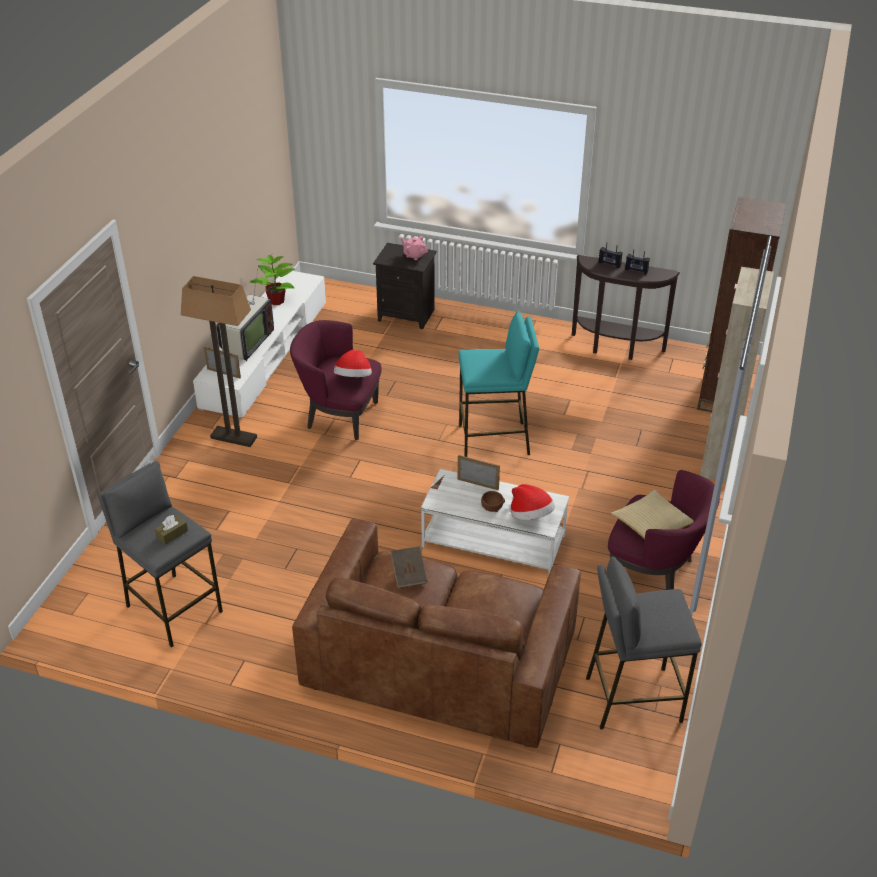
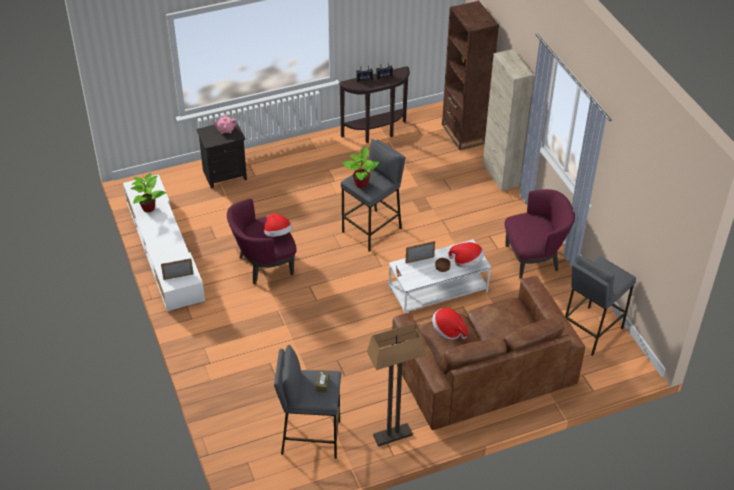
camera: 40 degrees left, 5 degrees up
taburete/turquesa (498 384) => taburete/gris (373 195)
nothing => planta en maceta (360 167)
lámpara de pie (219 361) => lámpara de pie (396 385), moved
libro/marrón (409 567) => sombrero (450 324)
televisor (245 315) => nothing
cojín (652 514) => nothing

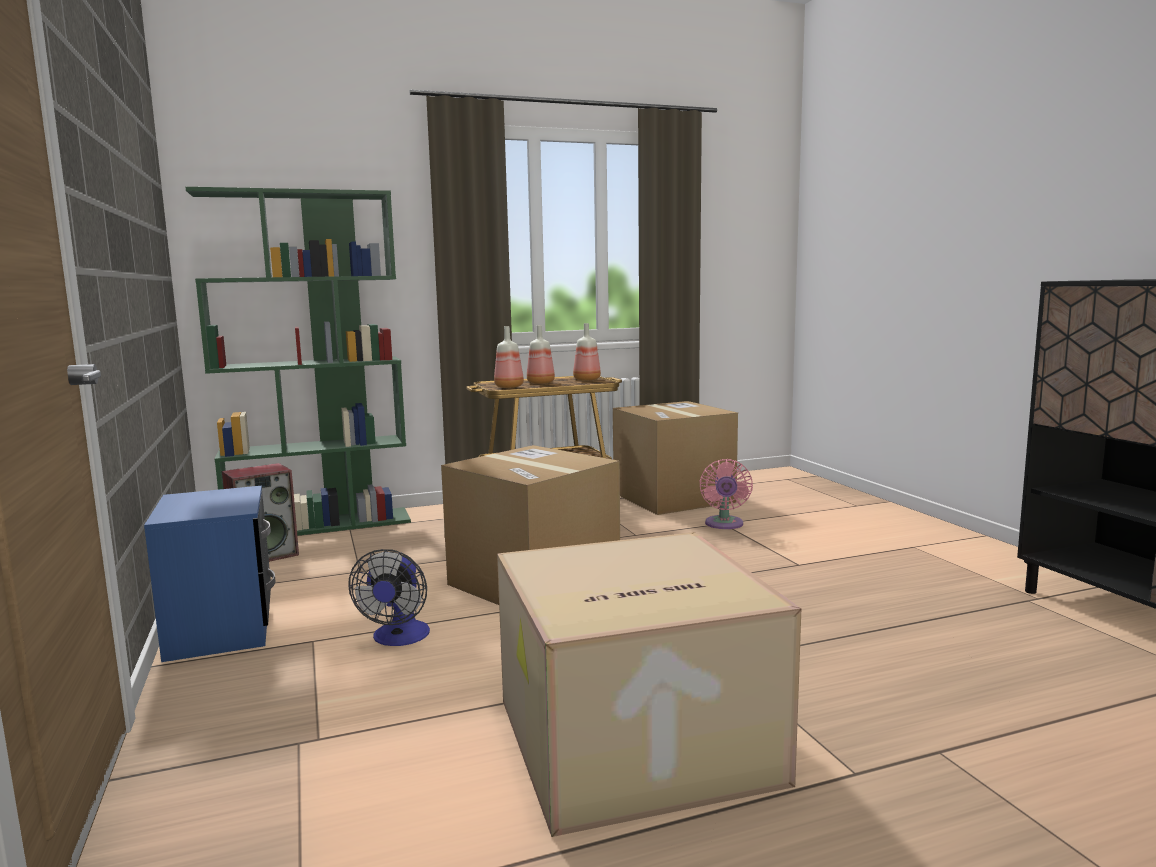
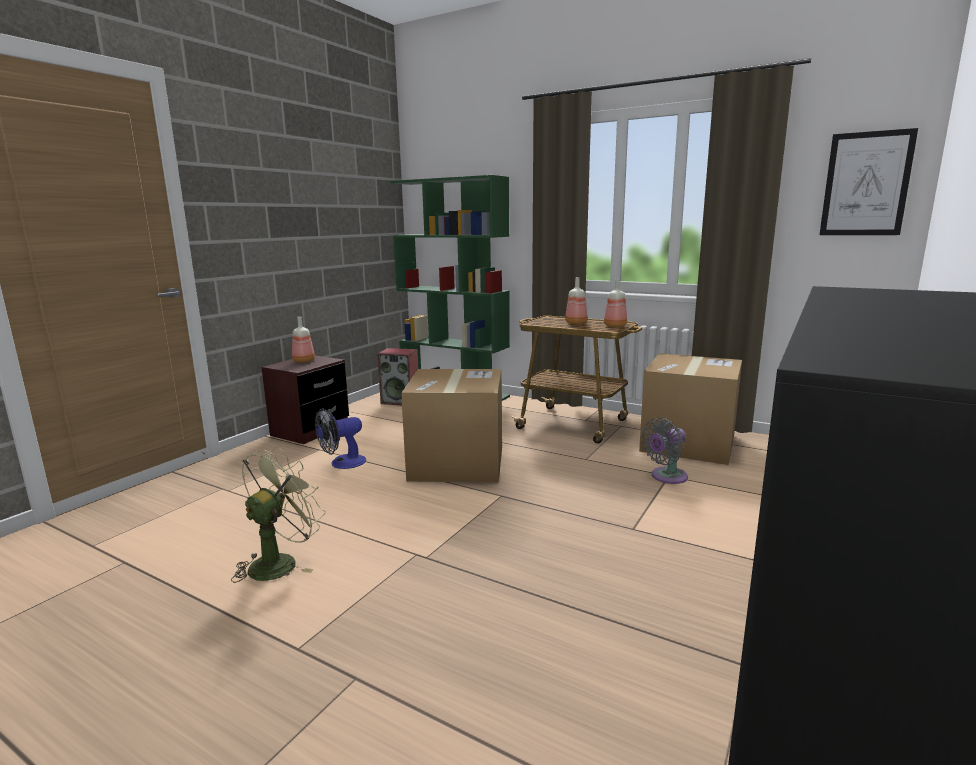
camera: 50 degrees right, 5 degrees up
caja de cartón (649 684) => ventilador/verde (278 515)
mesita de noche/azul (210 574) => mesita de noche/marrón (305 399)
botella (509 357) => botella (303 339), moved
ventilador/rosa (726 494) => ventilador/gris (664 451)
nothing => cuadro (869 181)

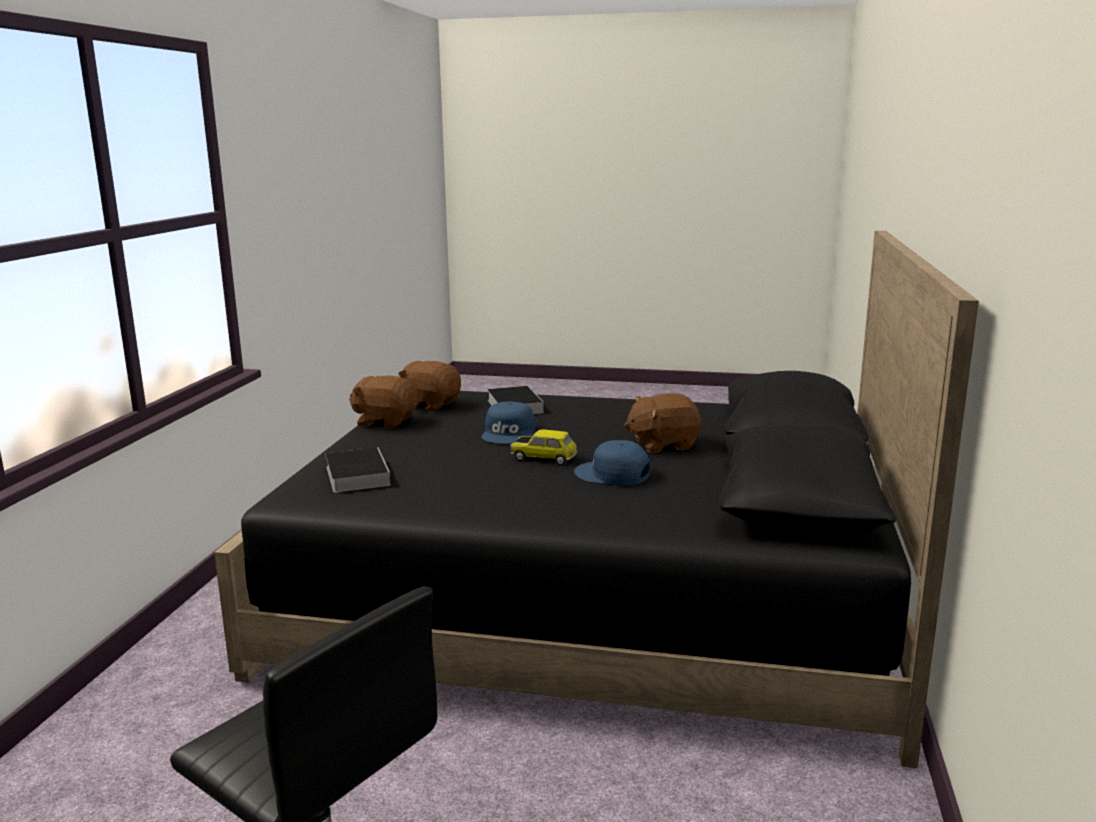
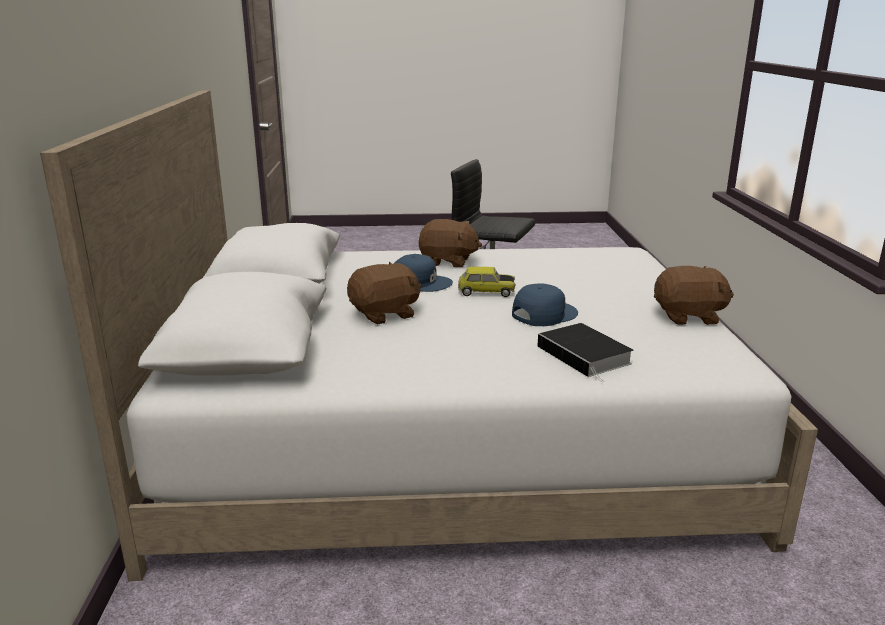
camera: 165 degrees right, 5 degrees up
cama/negro (596 499) => cama/blanco (429 336)
peluche/marrón (430 386) => peluche/marrón (450 243), moved
gorra/azul (509 423) => gorra/azul (545 304), 60 degrees clockwise
libro (358 470) => nothing

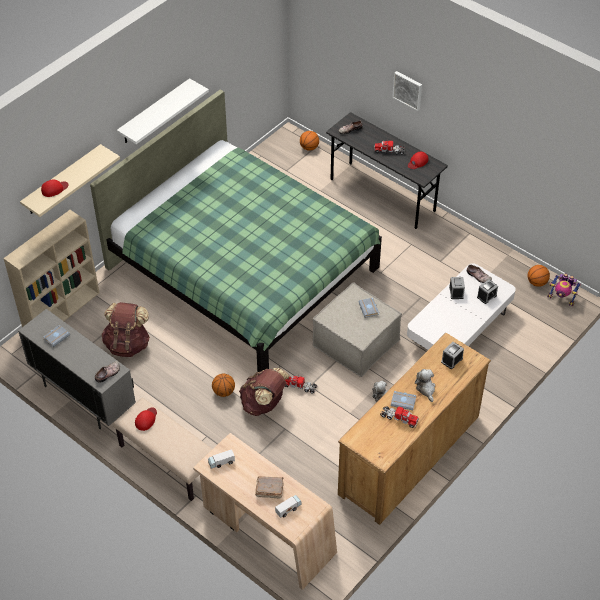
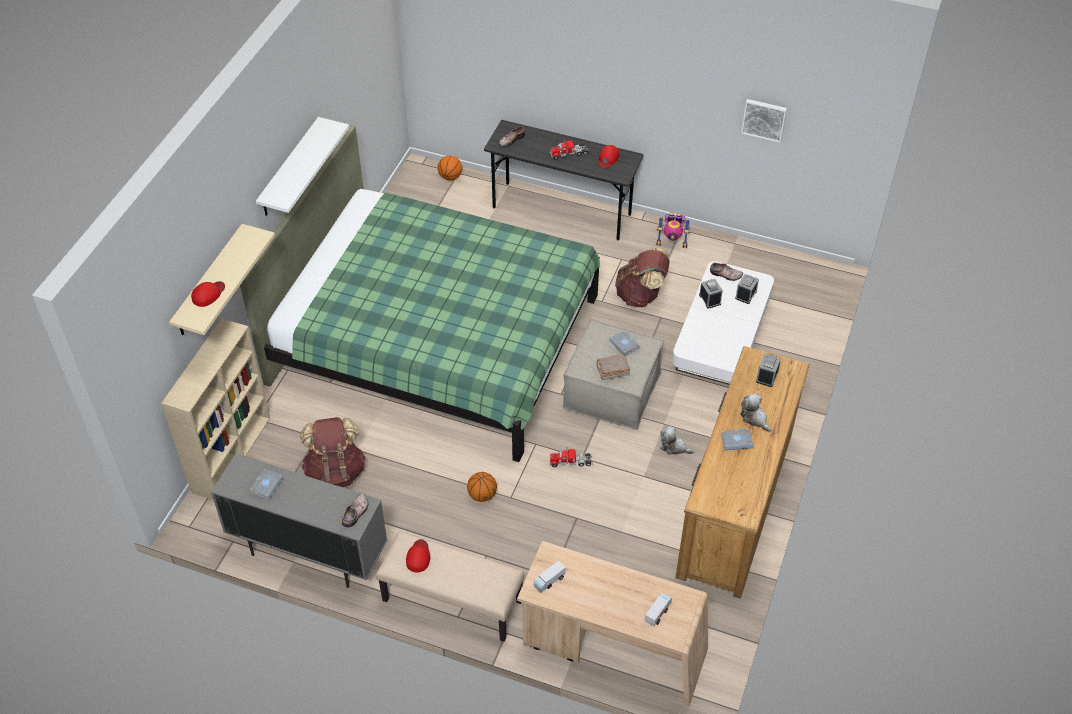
camera: 20 degrees left, 0 degrees up
libro/marrón (269 487) => libro/marrón (613 366), moved
mochila/marrón (264 392) => mochila/marrón (642 277), moved
robot de juguete (564 289) => robot de juguete (673 230), moved
cuadro (407 91) => cuadro (764 121), moved
camión de juguete (399 417) => nothing
balón de baloncesto (539 276) => nothing

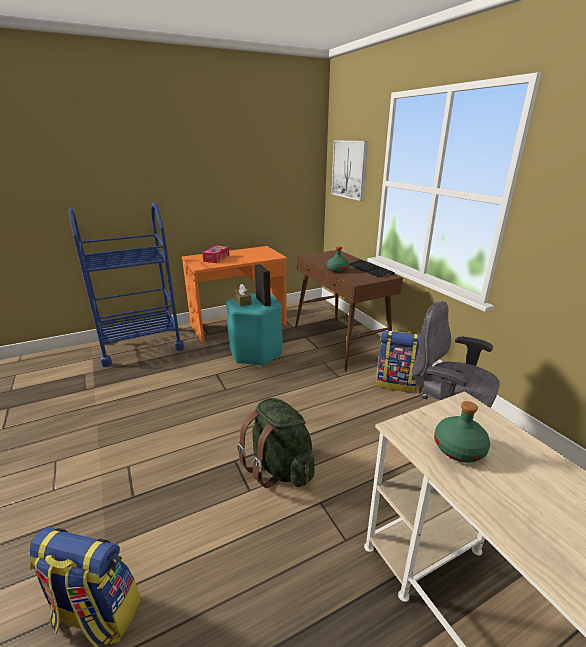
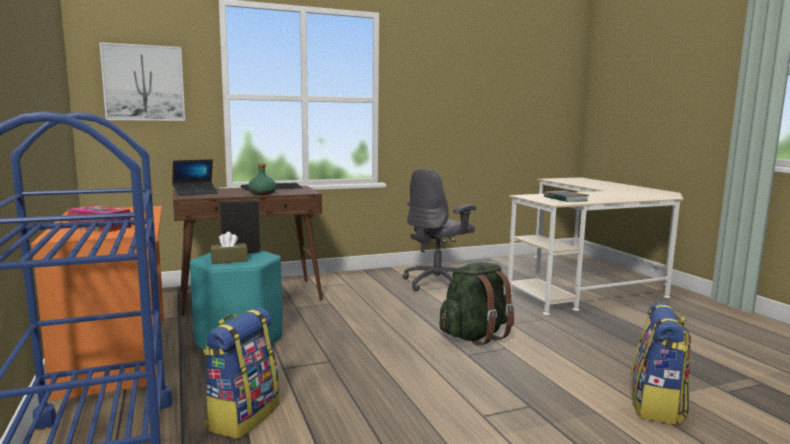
camera: 85 degrees left, 15 degrees down
nothing => portátil (195 177)
mochila (398 361) => mochila (241 373), moved
botella/verde (462 432) => libro (566 196)

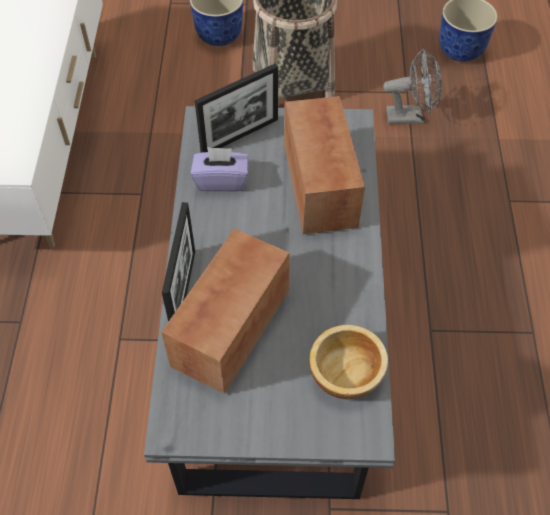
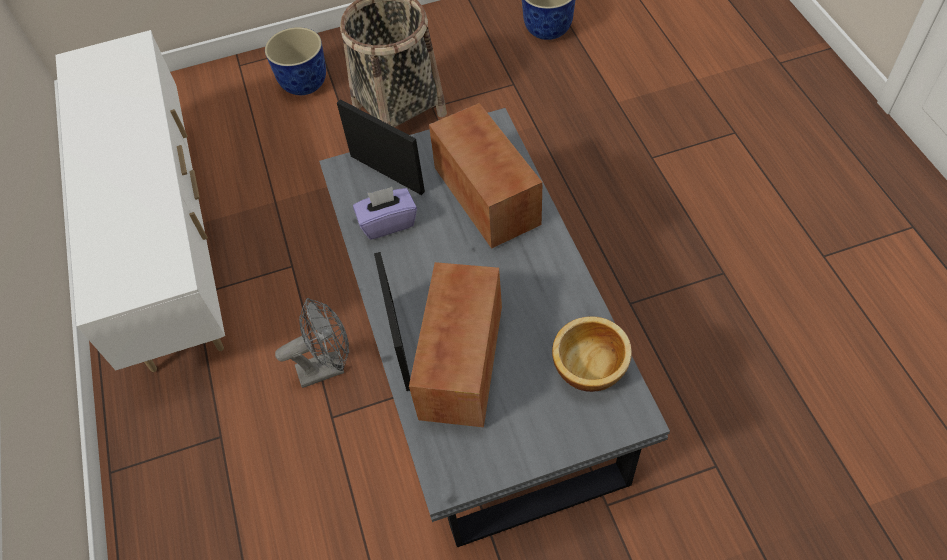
camera: 15 degrees left, 0 degrees up
ventilador/gris (412 86) => ventilador/gris (312 343), moved
portarretratos (236 108) => portarretratos (381 147), 90 degrees counterclockwise

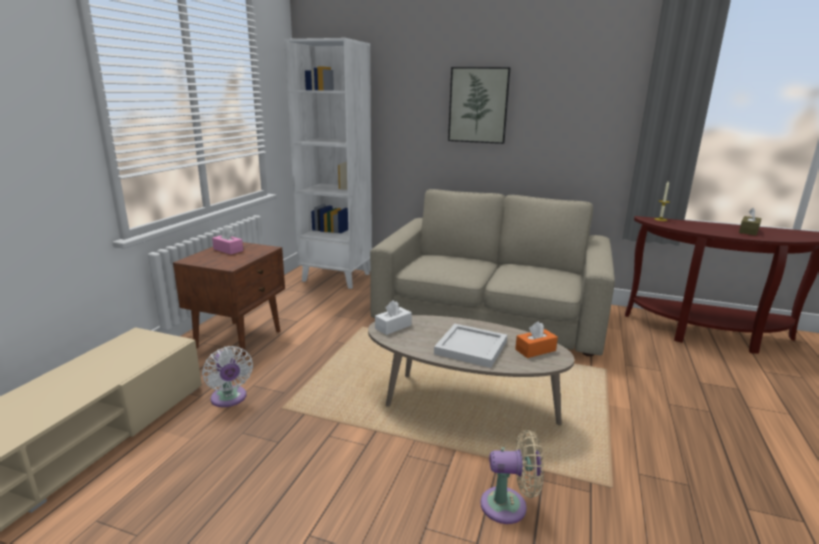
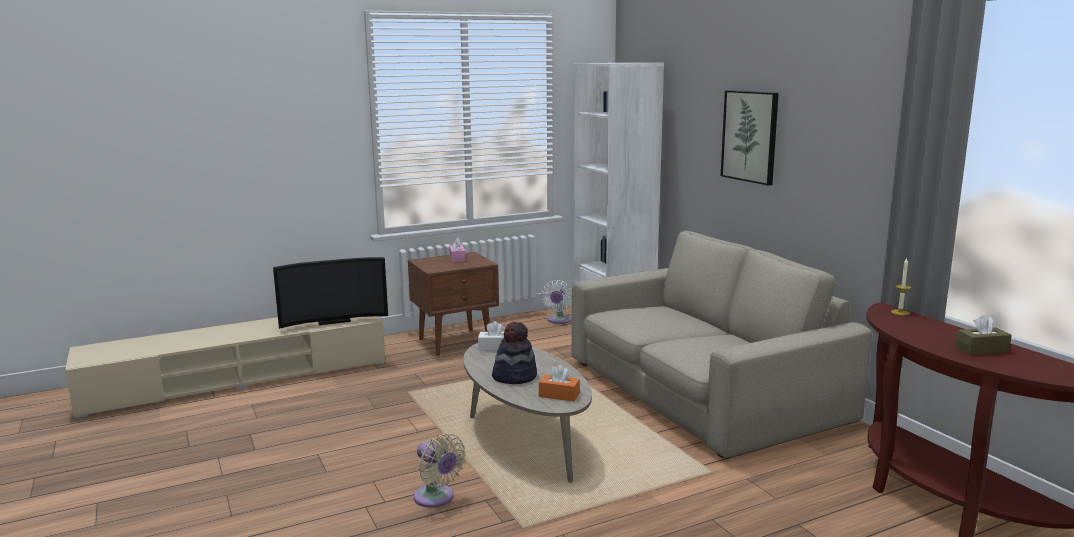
camera: 45 degrees right, 5 degrees down
nothing => televisor (330 293)
bandeja/blanco (470 346) => sombrero (514 353)
ventilador/blanco (227 376) => ventilador/blanco (556 302), moved

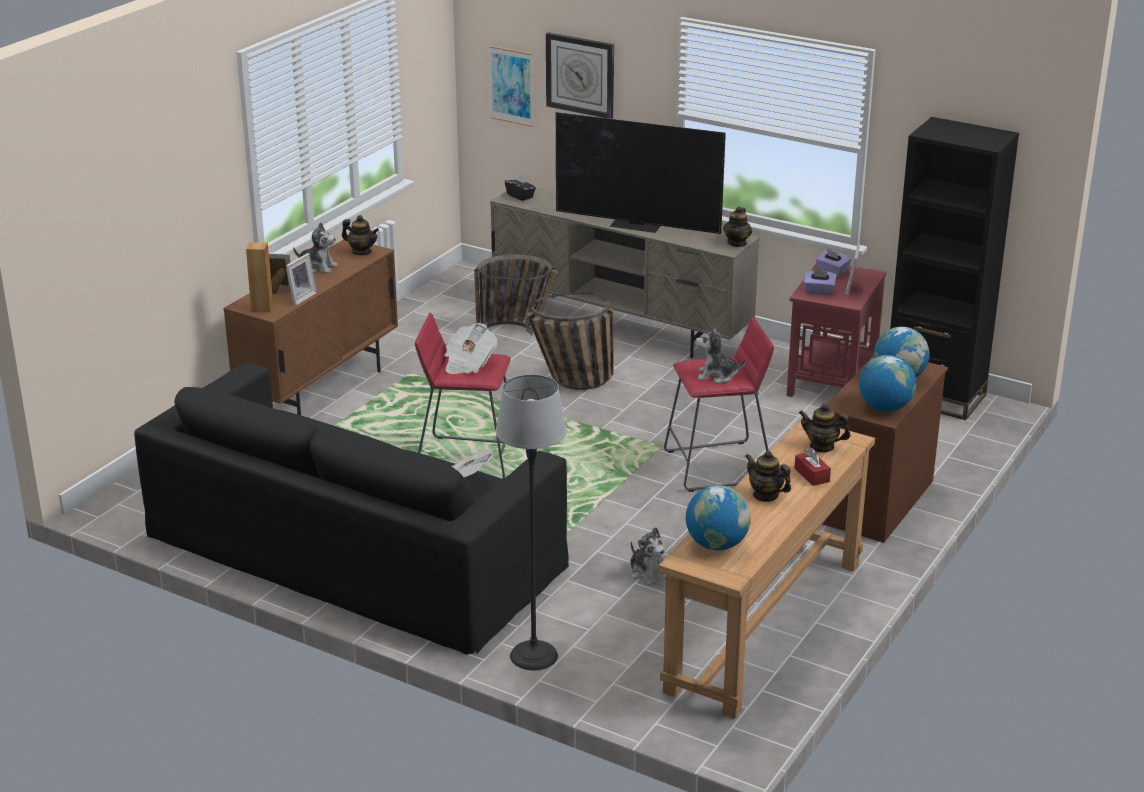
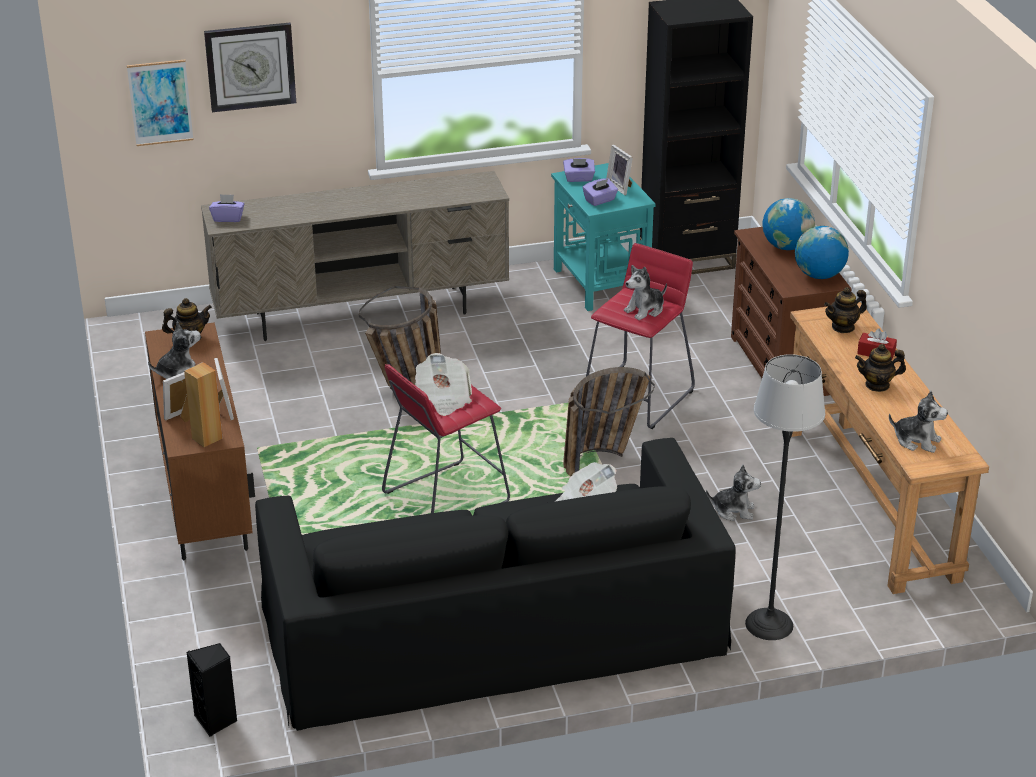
camera: 45 degrees left, 5 degrees up
nothing => altavoz/negro (212 690)
caja de pañuelos/negro (520 187) => caja de pañuelos/morado (226 208)
mesa auxiliar/rojo (836 330) => mesa auxiliar/turquesa (603 237)
cesta (516 295) => cesta (609 421), moved
globo terráqueo (718 518) => peluche (918 422)
televisor (641 173) => nothing
tetera (737 227) => nothing

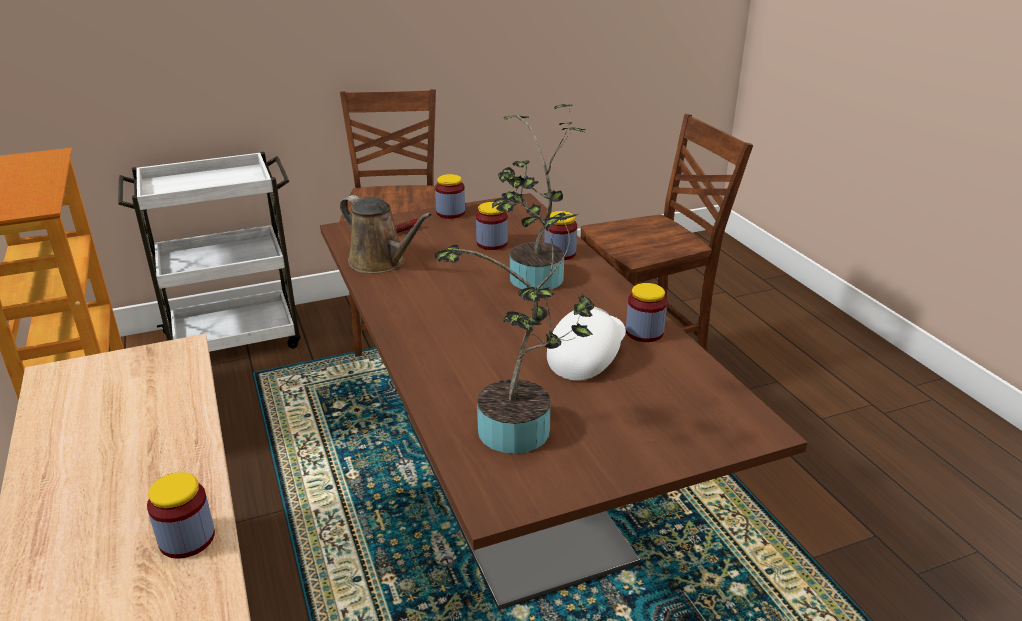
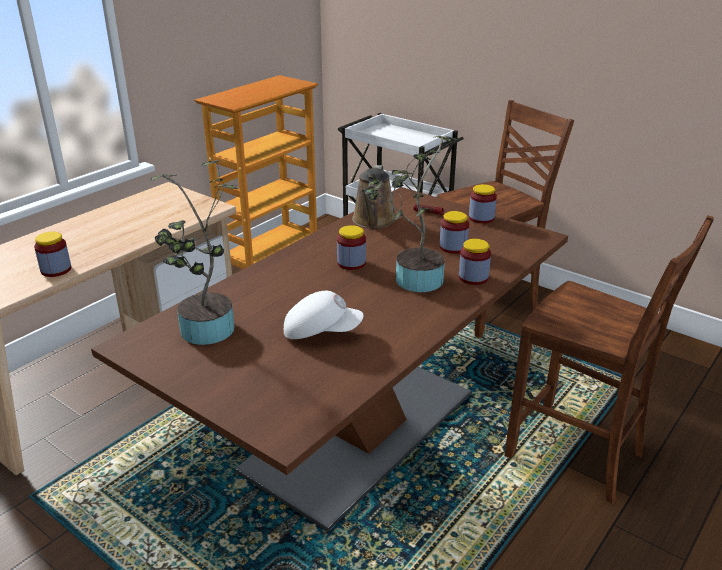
camera: 60 degrees right, 0 degrees up
tarro (646 312) => tarro (351 247), moved

